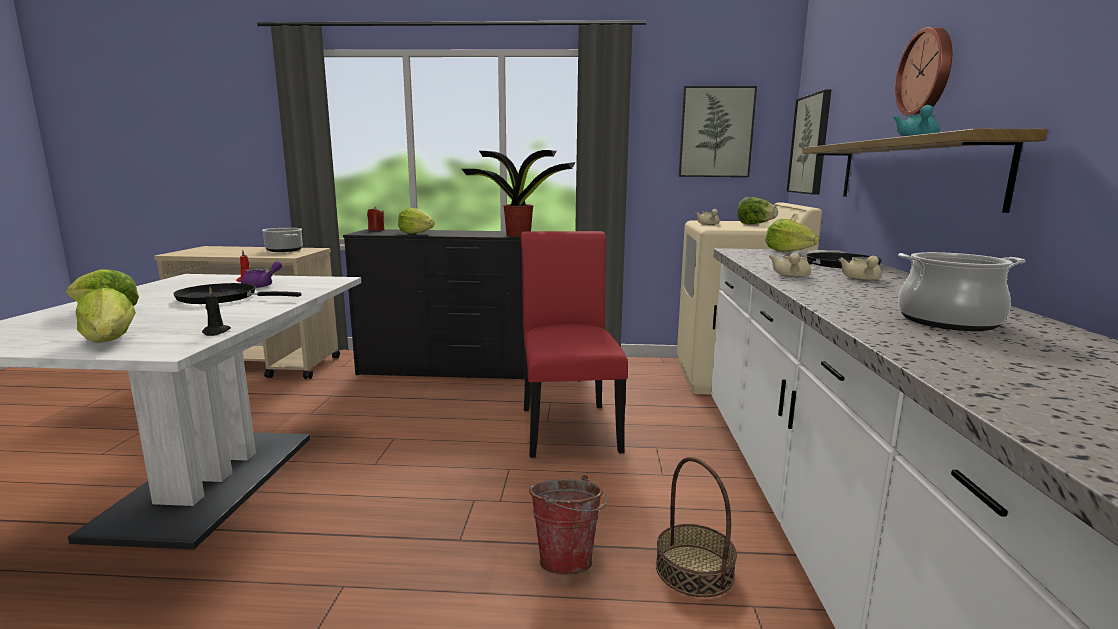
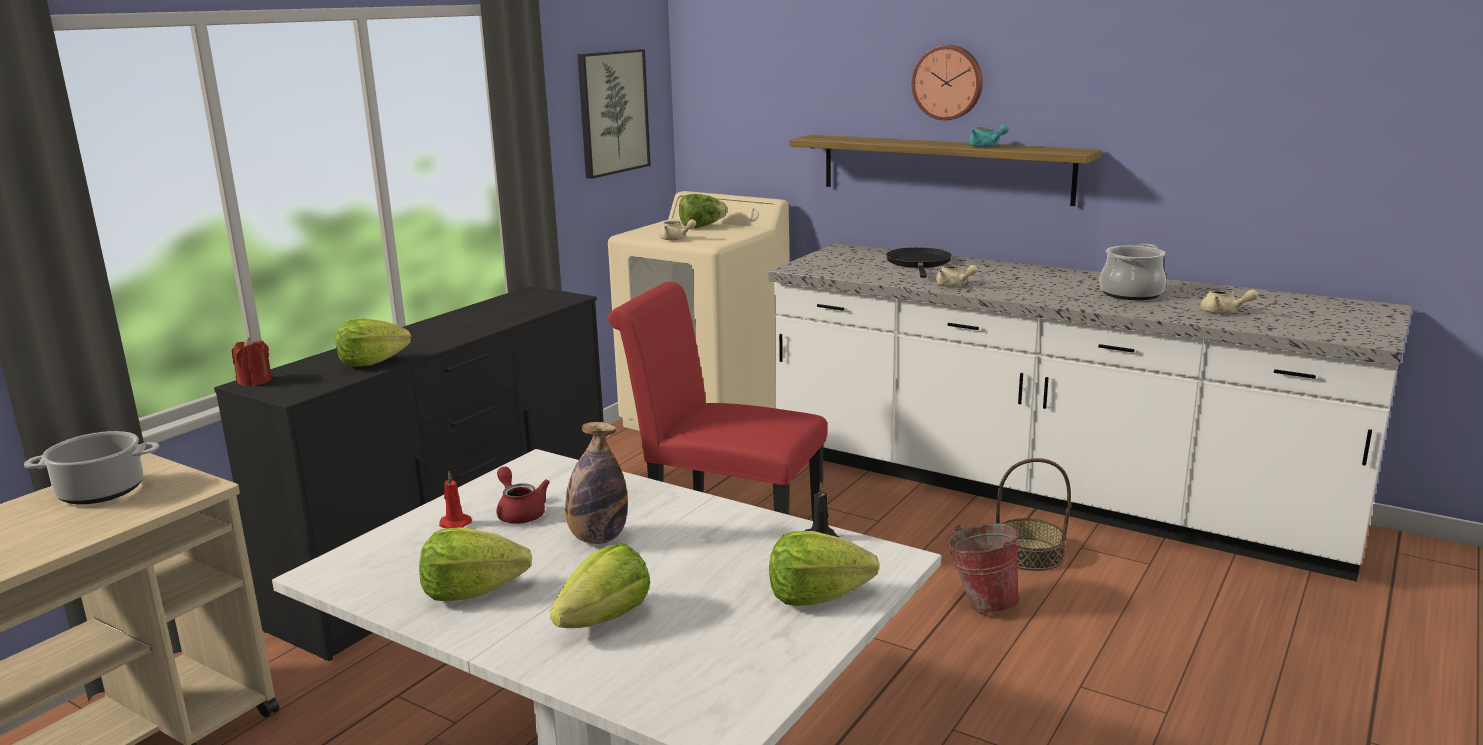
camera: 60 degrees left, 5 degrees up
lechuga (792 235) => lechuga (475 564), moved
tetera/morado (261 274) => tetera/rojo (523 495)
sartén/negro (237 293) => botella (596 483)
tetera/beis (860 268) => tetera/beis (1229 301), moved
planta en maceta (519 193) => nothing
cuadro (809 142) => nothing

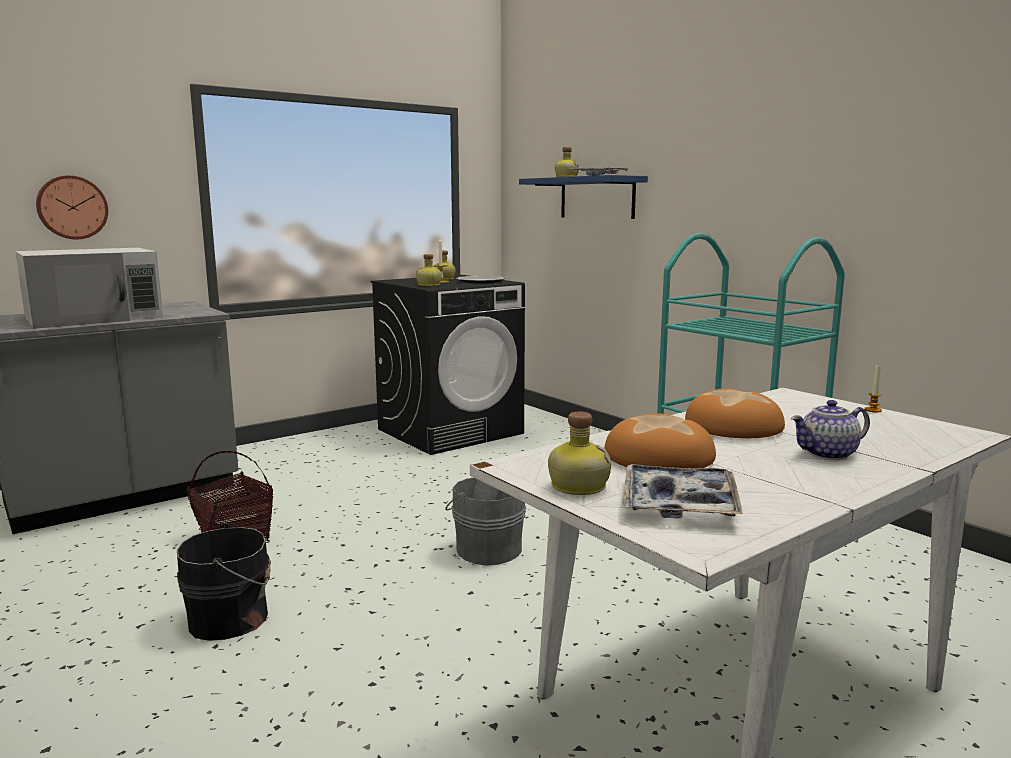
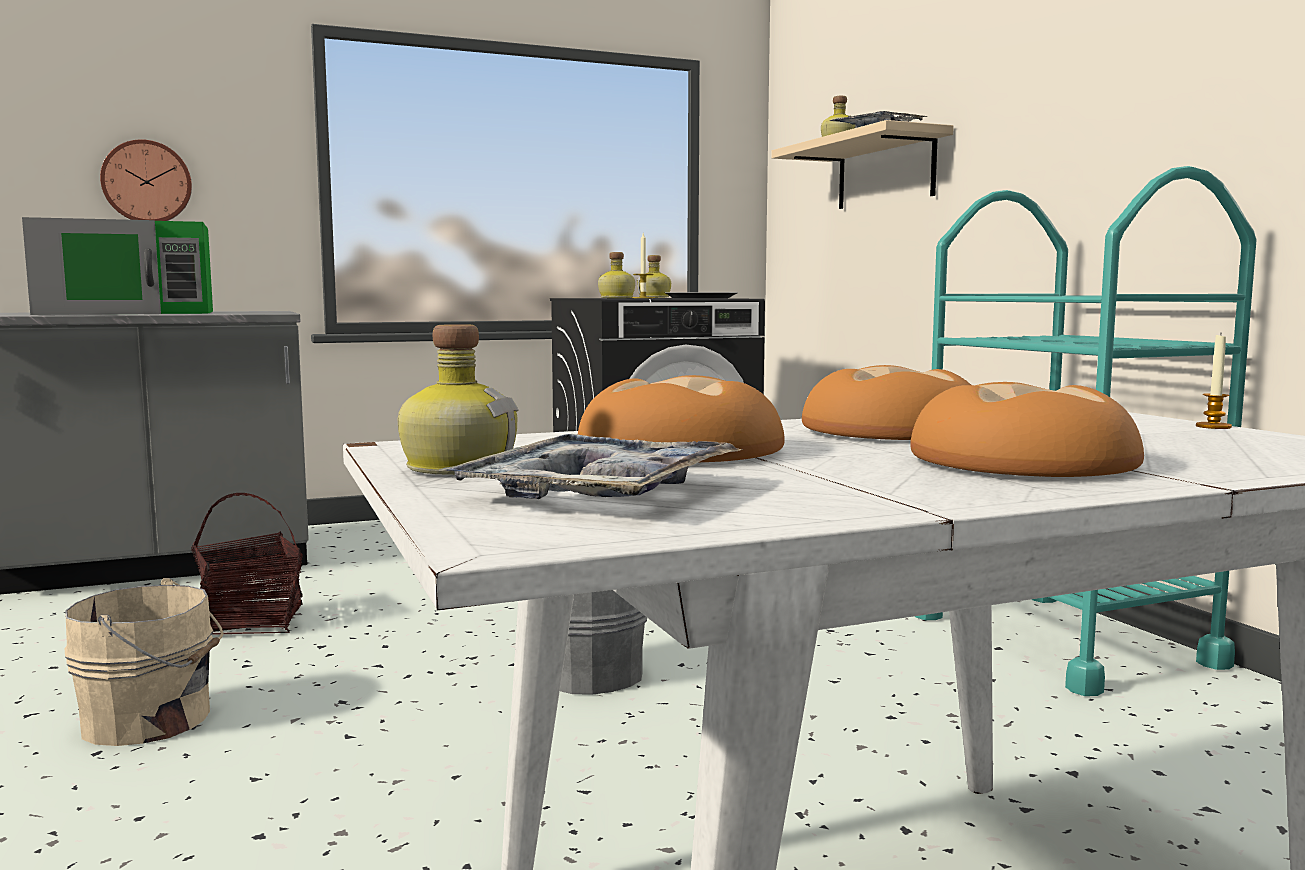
camera: 15 degrees right, 5 degrees down
microondas/blanco (89 288) => microondas/verde (117 266)
cubo/negro (224 582) => cubo/beis (144 662)
estante/azul (583 197) => estante/beis (862 164)
tetera (830 430) => pan (1027 429)

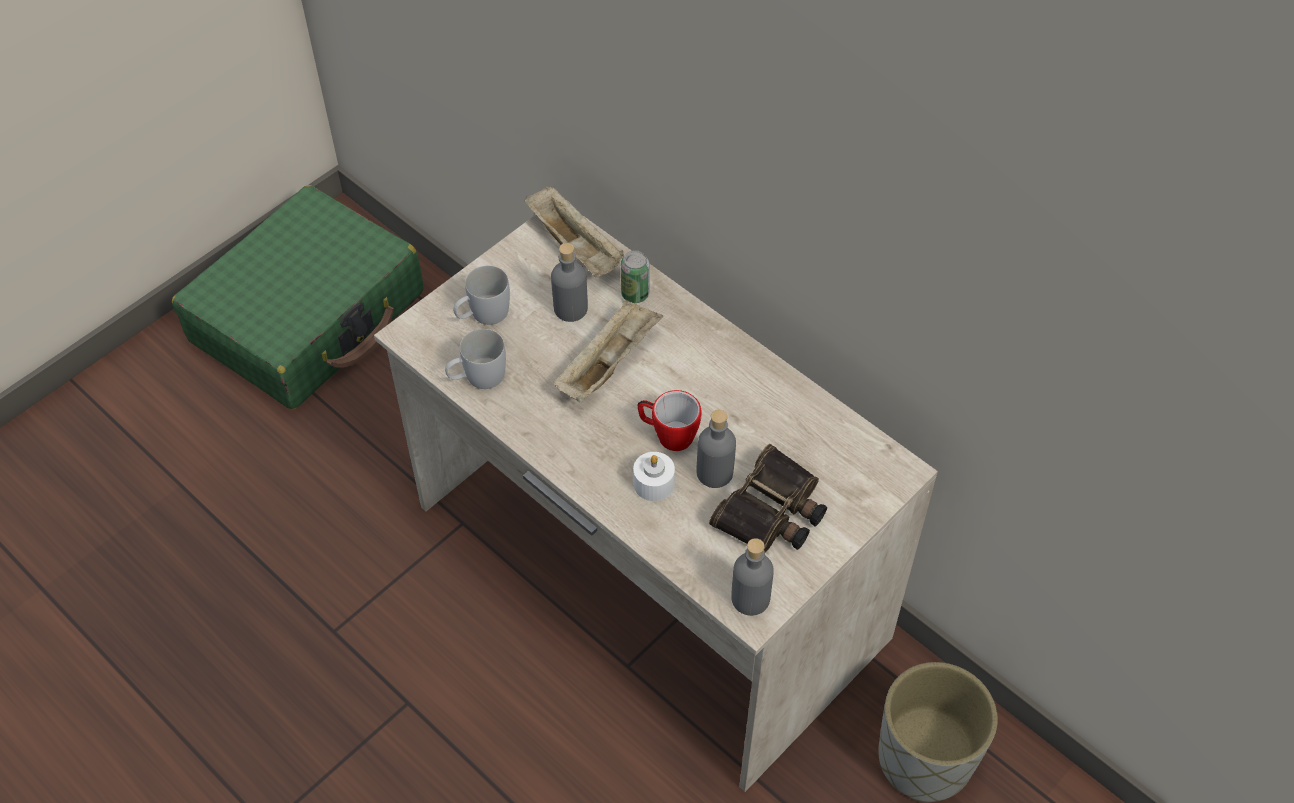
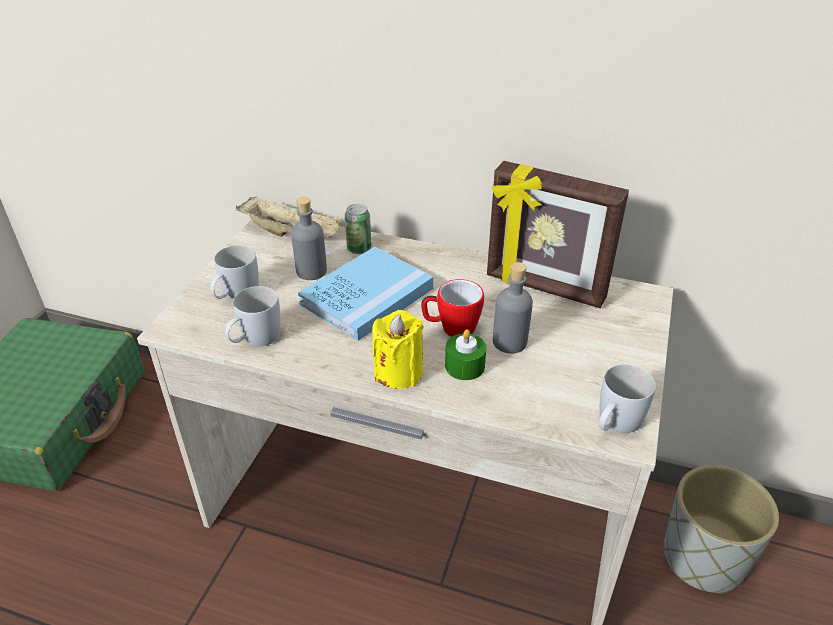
camera: 25 degrees left, 15 degrees down
bandeja/beis (608 351) => libro/azul (365 294)
nothing => vela/amarillo (398 349)
vela/blanco (654 476) => vela/verde (465 354)
nothing => portarretratos (558 234)
botella/gris (752 577) => taza grande/blanco (627 398)
prismáticos (768 498) => nothing

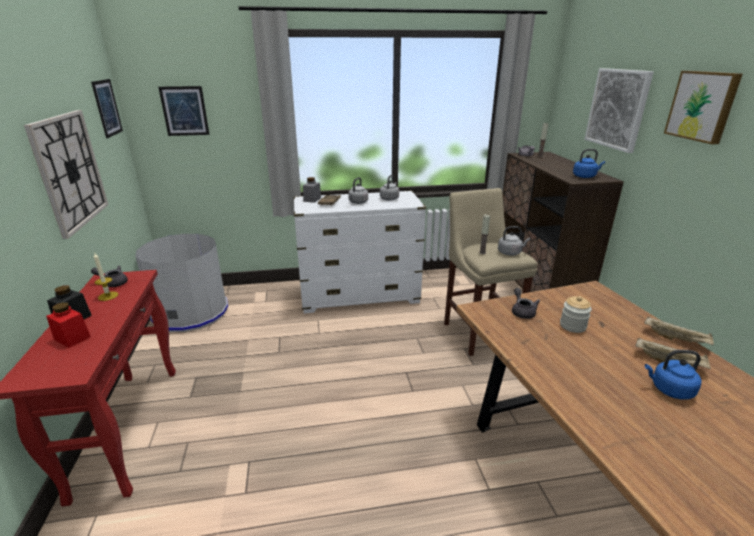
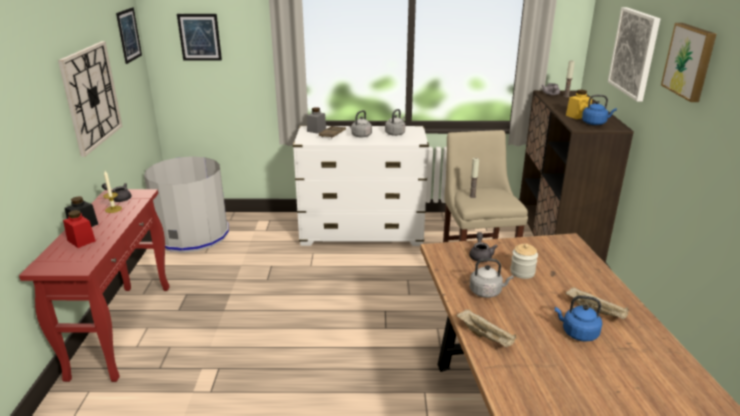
camera: 10 degrees right, 0 degrees up
bandeja/beis (679 330) => bandeja/beis (487 328), moved
hervidor/gris (514 241) => hervidor/gris (491 278), moved
nothing => tarro/amarillo (579 104)

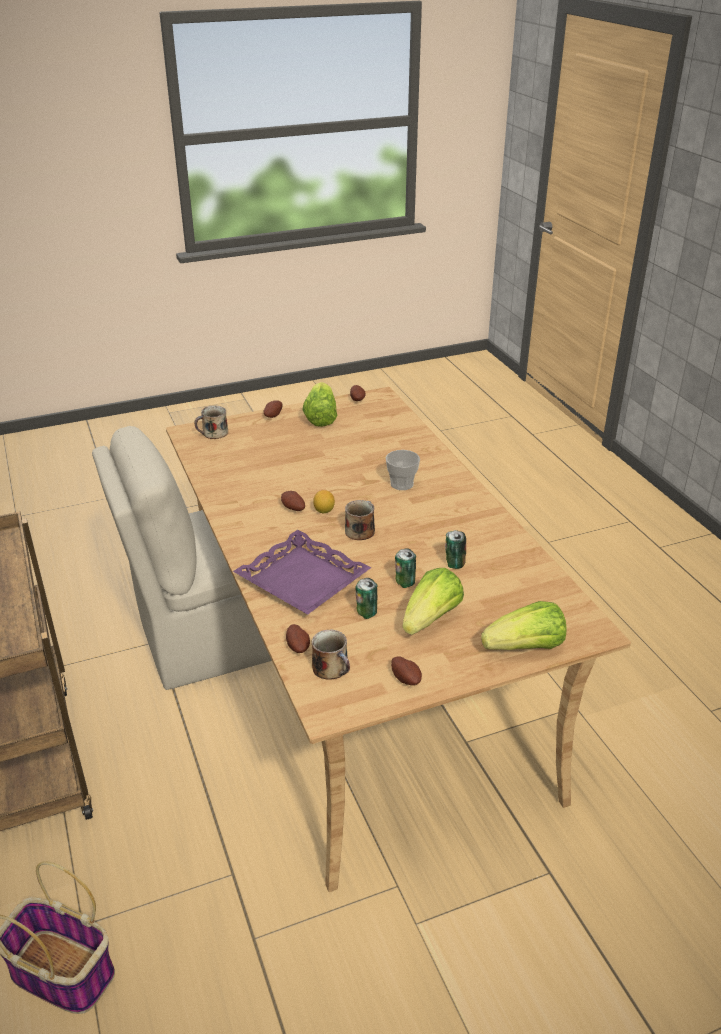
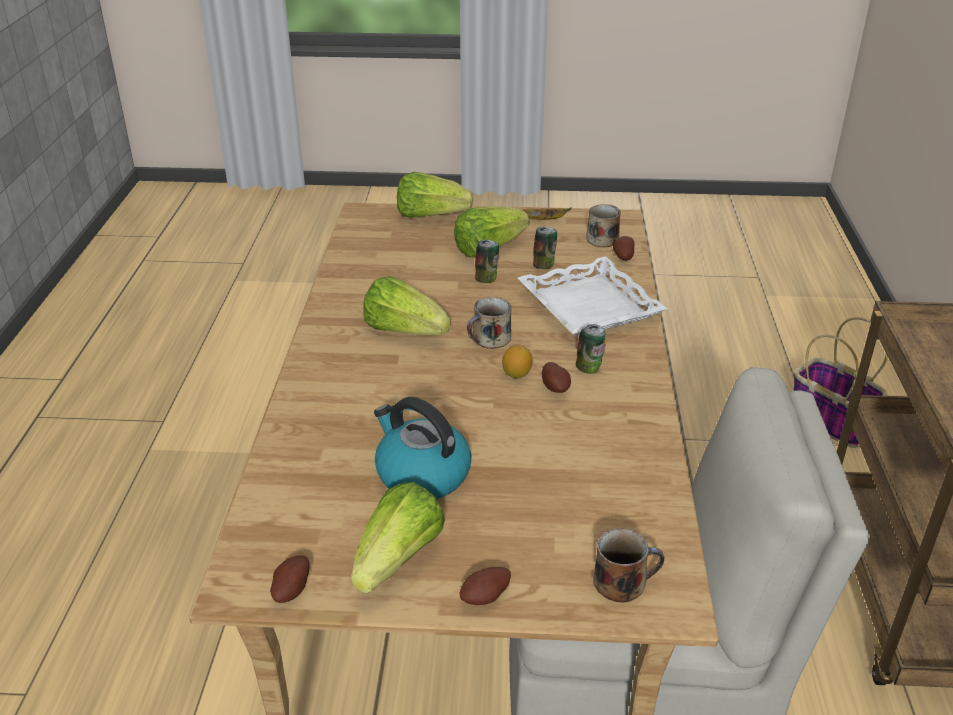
camera: 155 degrees left, 0 degrees up
nothing => lechuga (407 306)
nothing => hervidor (422 448)
bandeja/morado (302 572) => bandeja/blanco (592 296)
patata (406 670) => plátano (547 213)
lata (455 549) => lata (591 349), moved
taza (403 470) => nothing

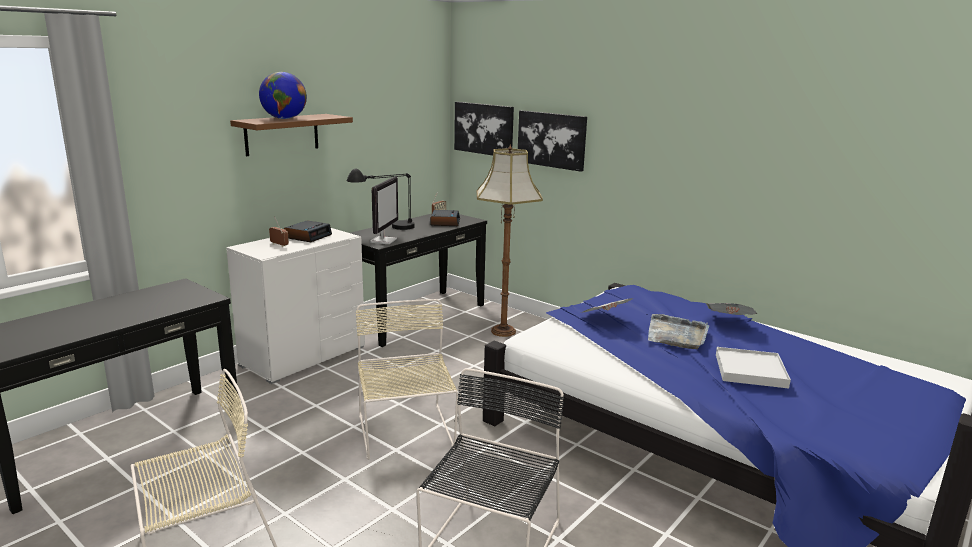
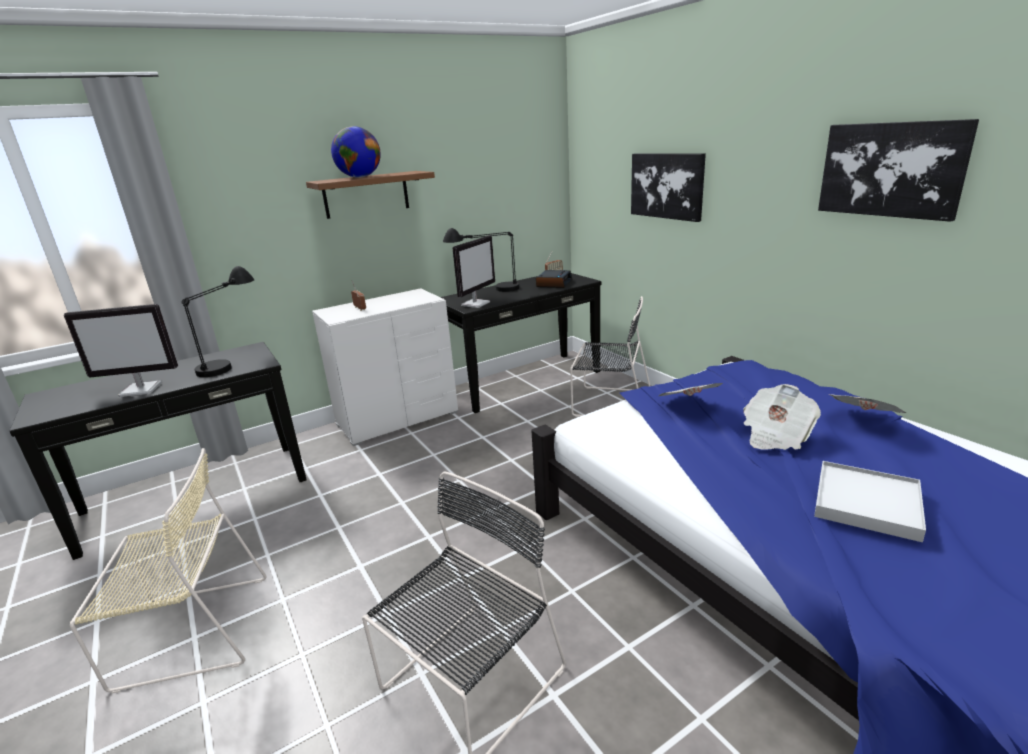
camera: 20 degrees right, 5 degrees up
nothing => monitor (121 350)
nothing => lámpara de mesa/negro (217 321)
lámpara de pie (510 240) => silla/negro (610 356)
bandeja/gris (678 331) => periódico (782 417)
cuadro (484 128) => cuadro (898 170), moved
despertador (308 231) => nothing
silla/beis (407 379) => nothing

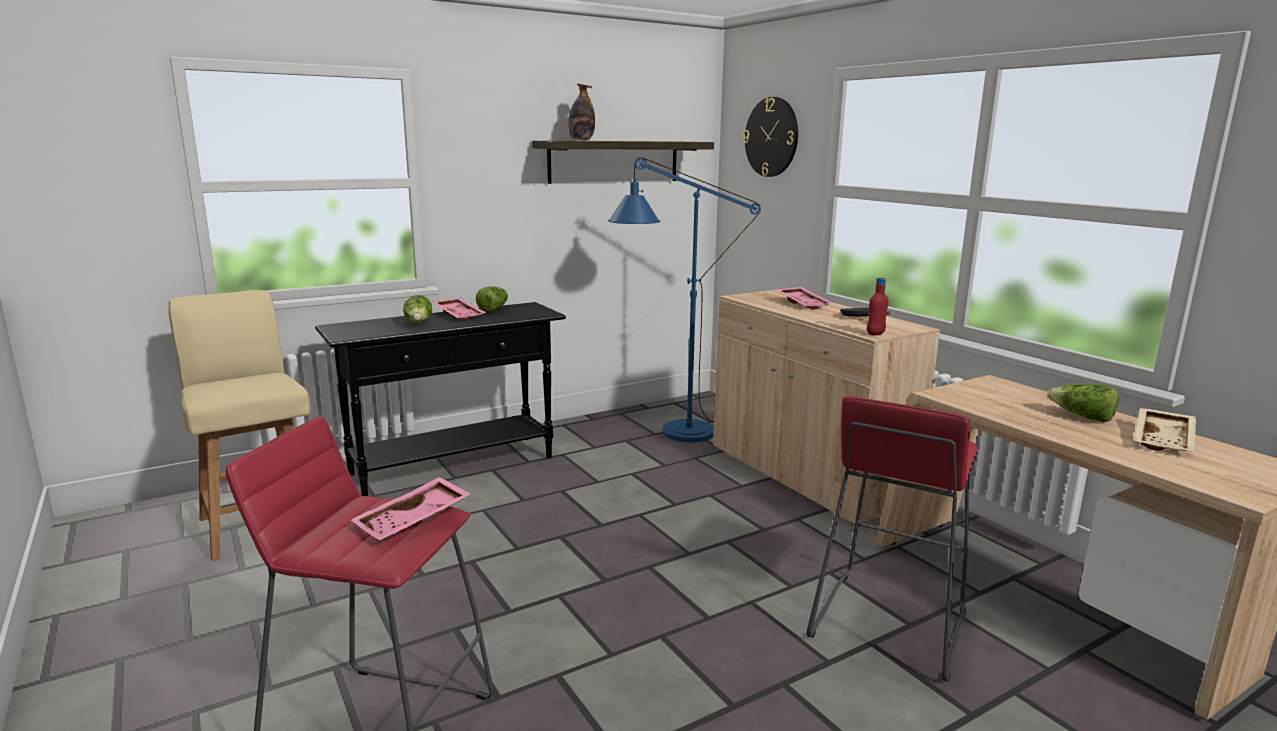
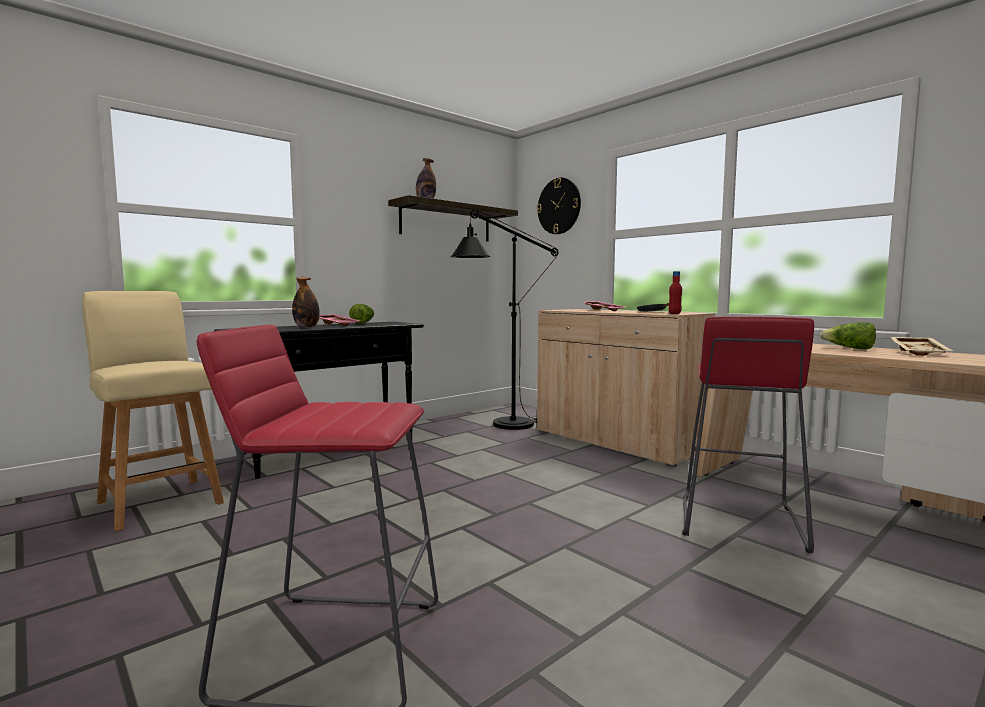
camera: 10 degrees left, 10 degrees down
lechuga (417 309) => botella (306 302)
lámpara de pie/azul (684 299) => lámpara de pie/negro (504 319)
bandeja/rosa (411 508) => nothing

